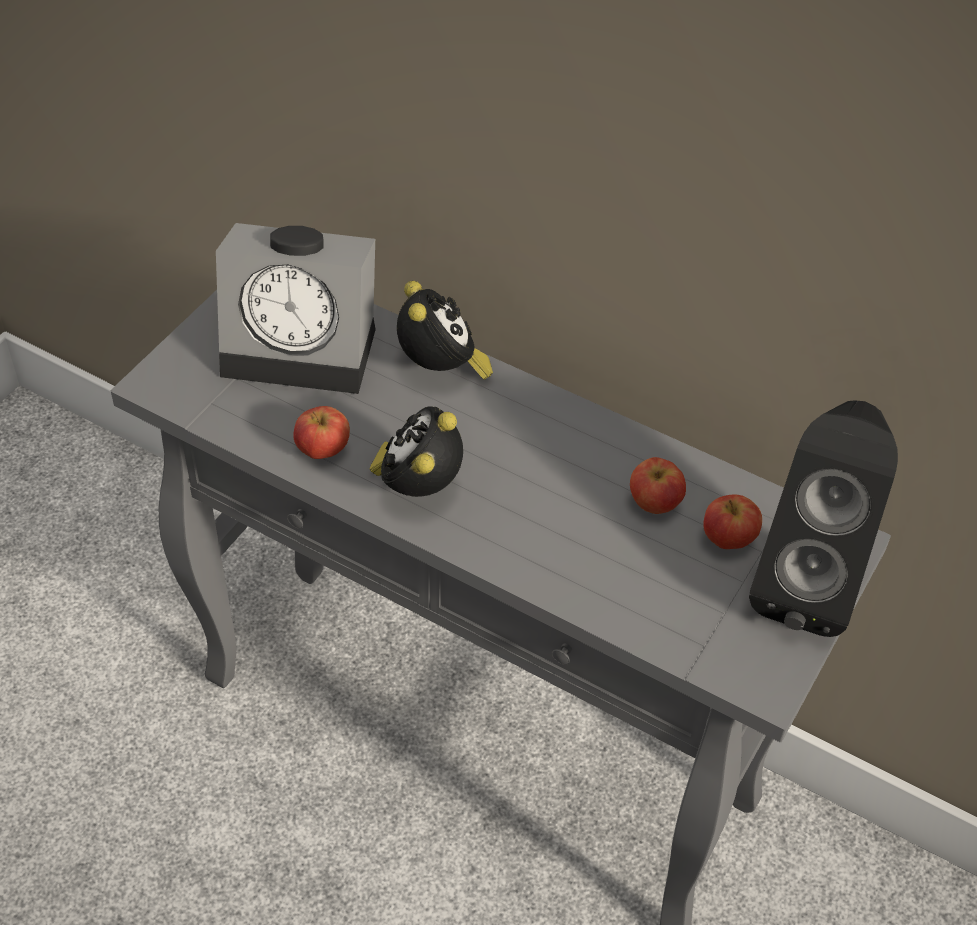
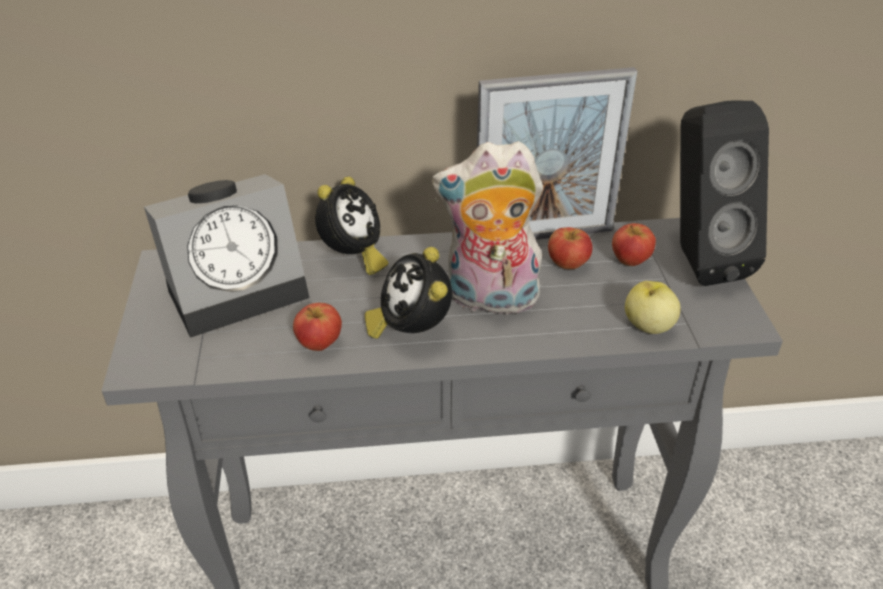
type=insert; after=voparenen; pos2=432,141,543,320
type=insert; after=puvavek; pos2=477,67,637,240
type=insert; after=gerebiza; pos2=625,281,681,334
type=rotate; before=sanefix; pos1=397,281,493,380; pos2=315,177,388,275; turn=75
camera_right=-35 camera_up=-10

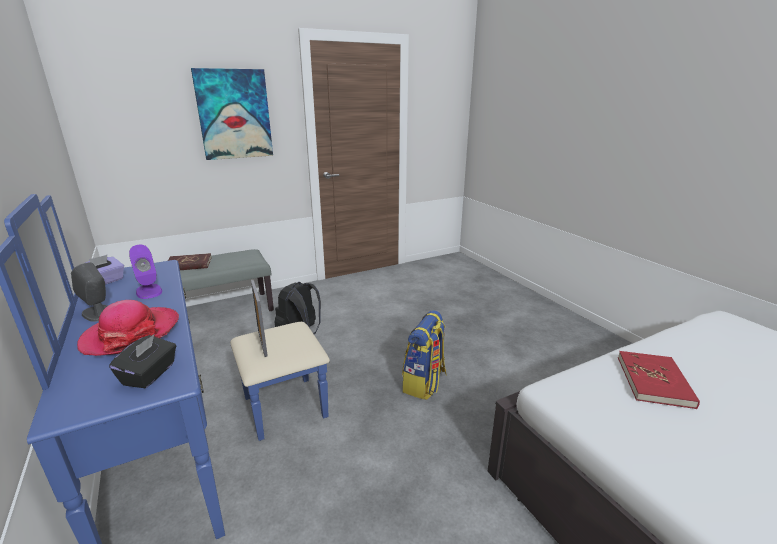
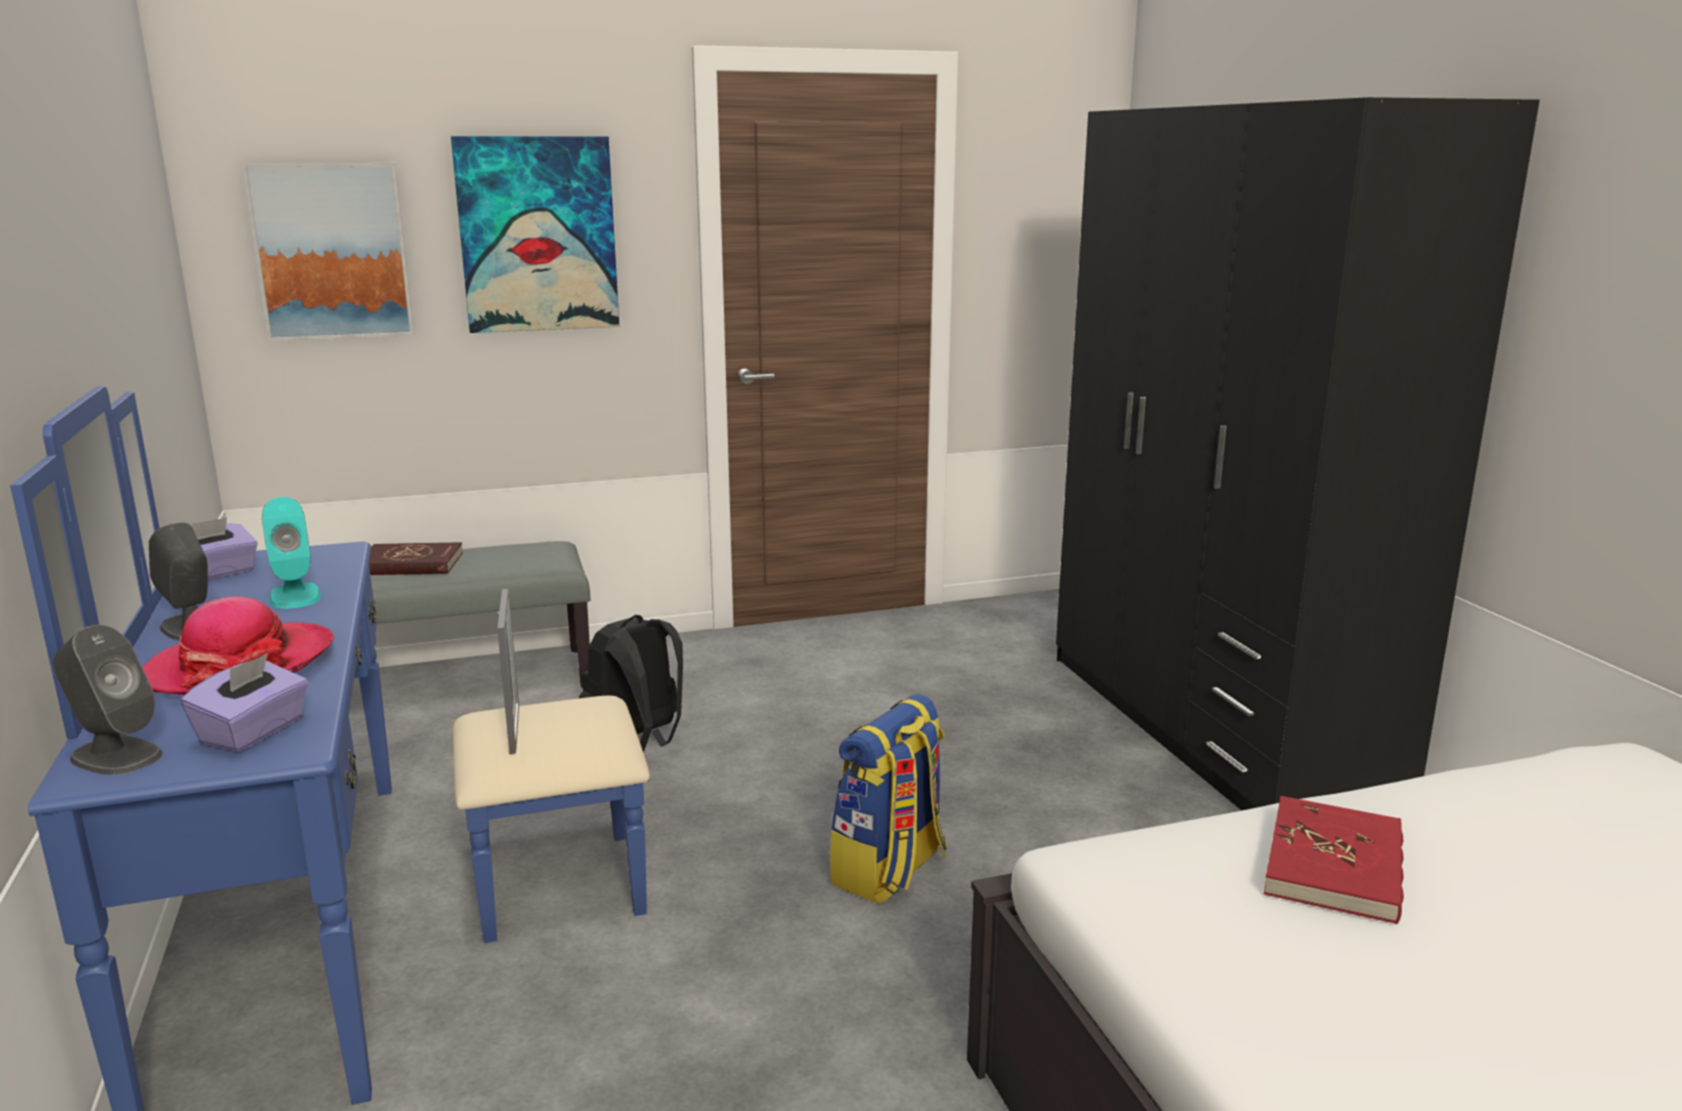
type=insert; after=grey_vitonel; pos2=53,625,163,775
type=insert; after=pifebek; pos2=242,163,414,341
type=insert; after=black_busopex; pos2=1056,97,1540,810
type=recolor; before=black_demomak; after=purple_demomak; pos1=109,335,176,388; pos2=180,653,308,752
type=recolor; before=purple_vitonel; after=turquoise_vitonel; pos1=129,245,162,299; pos2=262,497,321,609
camera_right=10 camera_up=-5

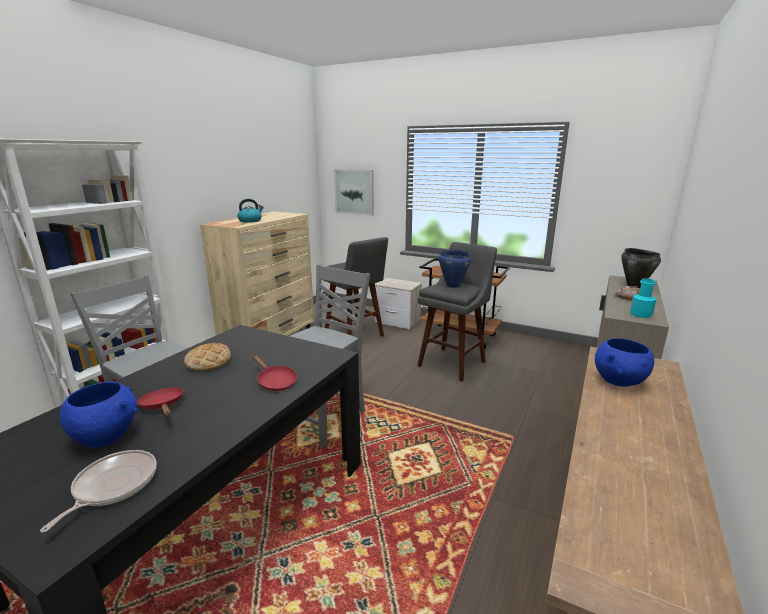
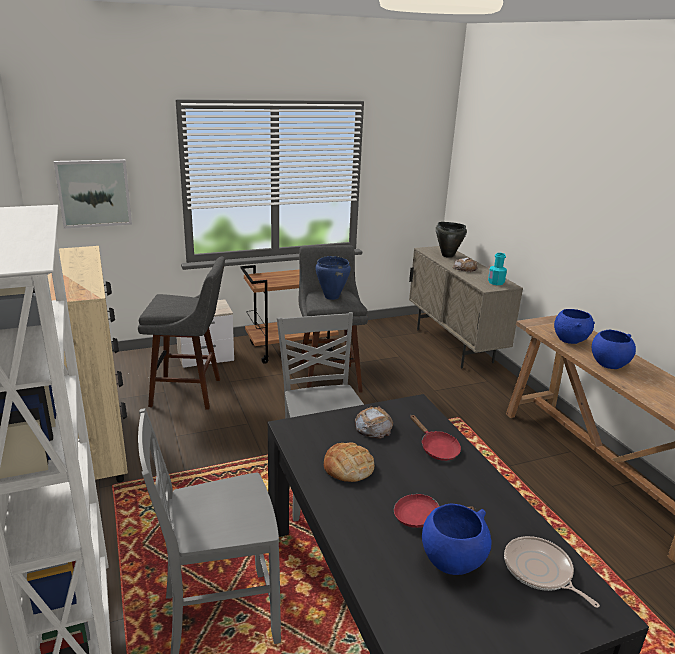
type=delete; before=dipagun; pos1=237,199,264,223
type=insert; after=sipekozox; pos2=355,406,393,439
type=insert; after=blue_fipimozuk; pos2=592,330,636,369
type=rotate; before=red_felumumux; pos1=252,354,297,391; pos2=410,415,461,461; turn=60
camera_right=-50 camera_up=5

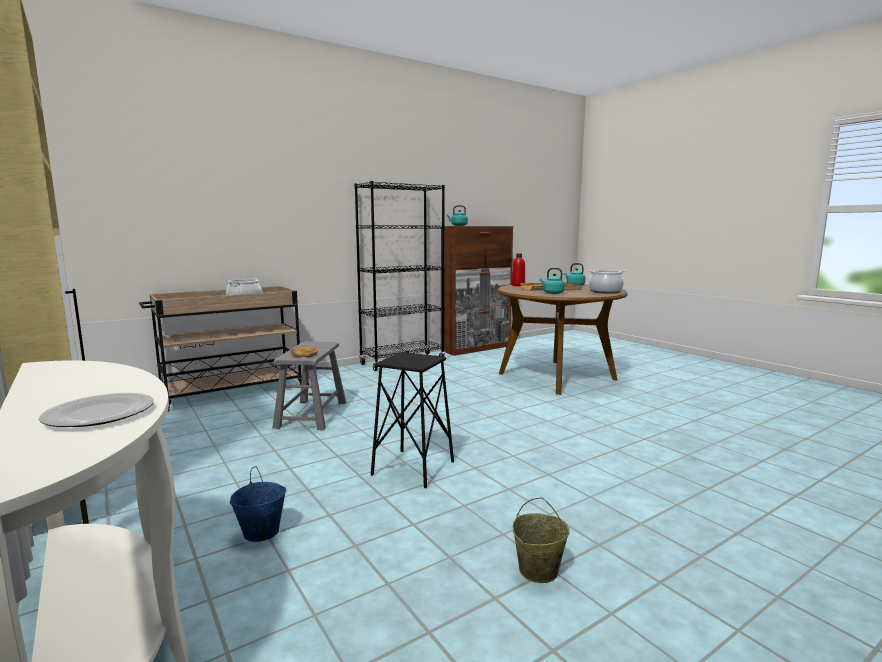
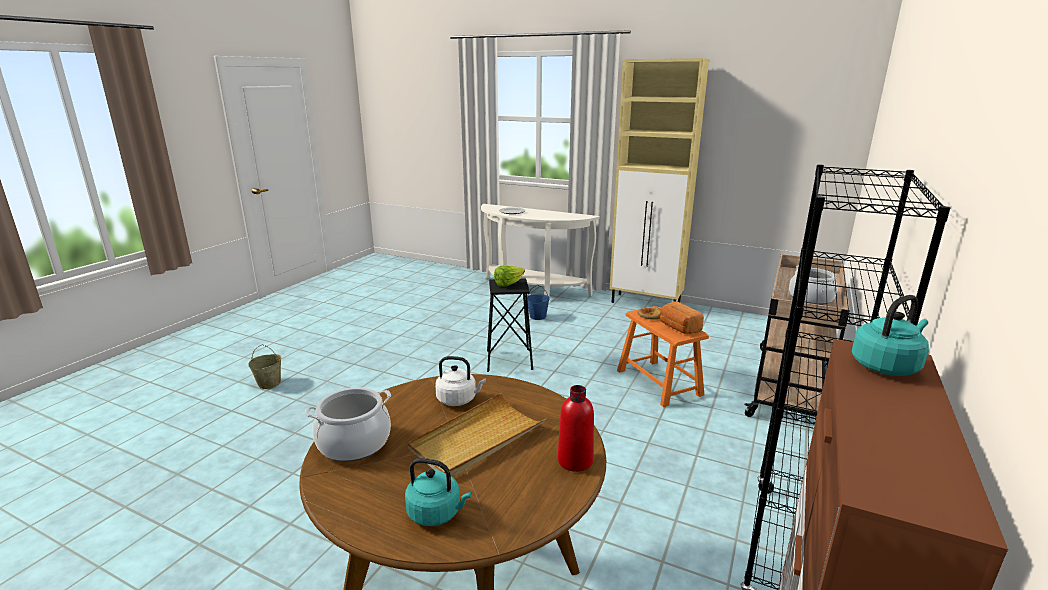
type=insert; after=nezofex; pos2=494,266,525,287
type=insert; after=sipekozox; pos2=660,301,704,334
type=move; before=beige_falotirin; pos1=513,497,570,583; pos2=248,344,281,389
type=recolor; before=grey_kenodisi; after=orange_kenodisi; pos1=272,341,346,430; pos2=617,306,709,407
type=recolor; before=turquoise_dipagun; after=white_dipagun; pos1=540,268,565,294; pos2=435,356,486,406
camera_right=150 camera_up=10

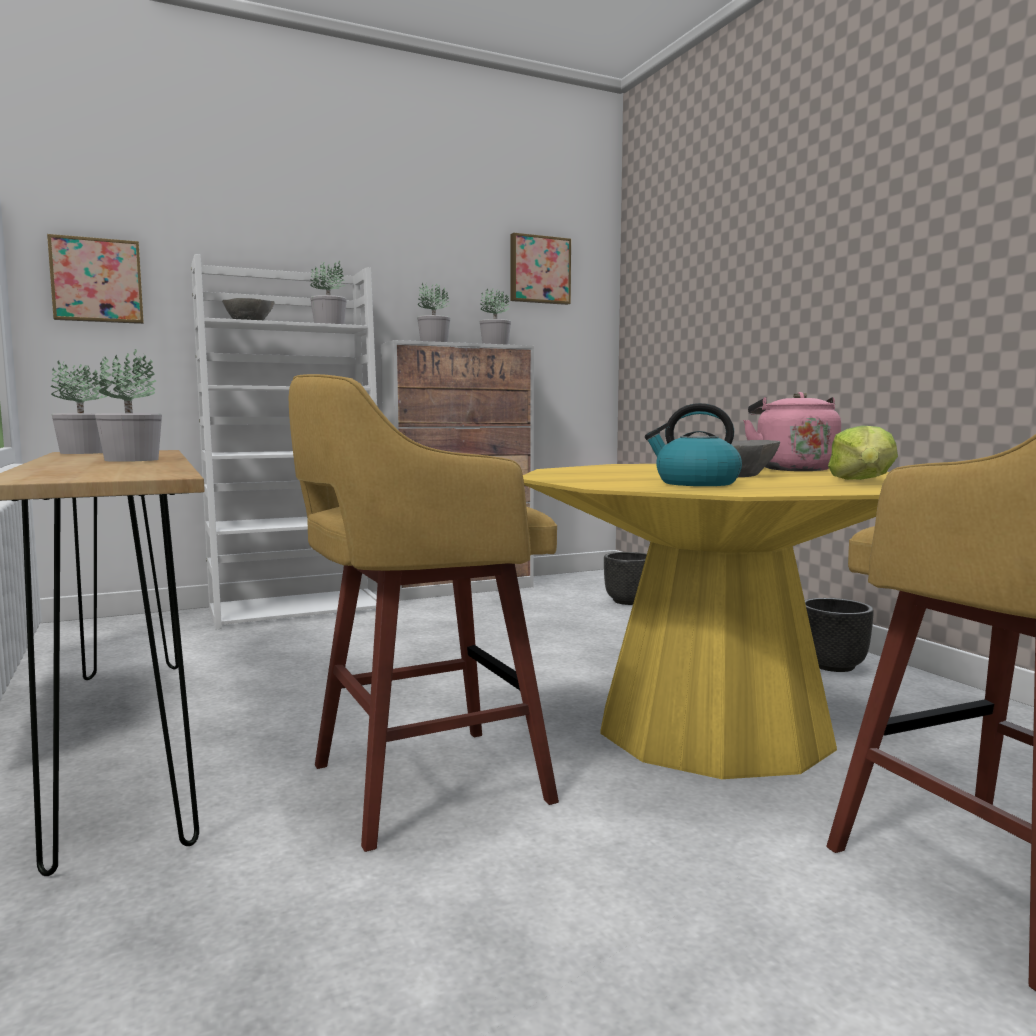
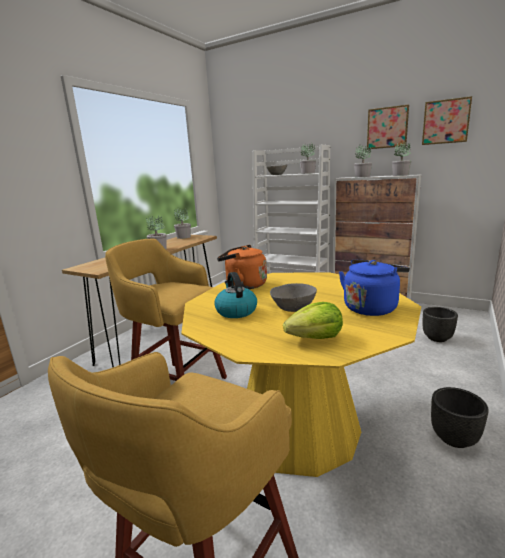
type=insert; after=orange_dipagun; pos2=217,245,267,289
type=move; before=pifebek; pos1=47,234,144,324; pos2=367,105,409,149
type=recolor; before=pink_dipagun; after=blue_dipagun; pos1=743,392,841,471; pos2=339,260,410,316
camera_right=55 camera_up=10

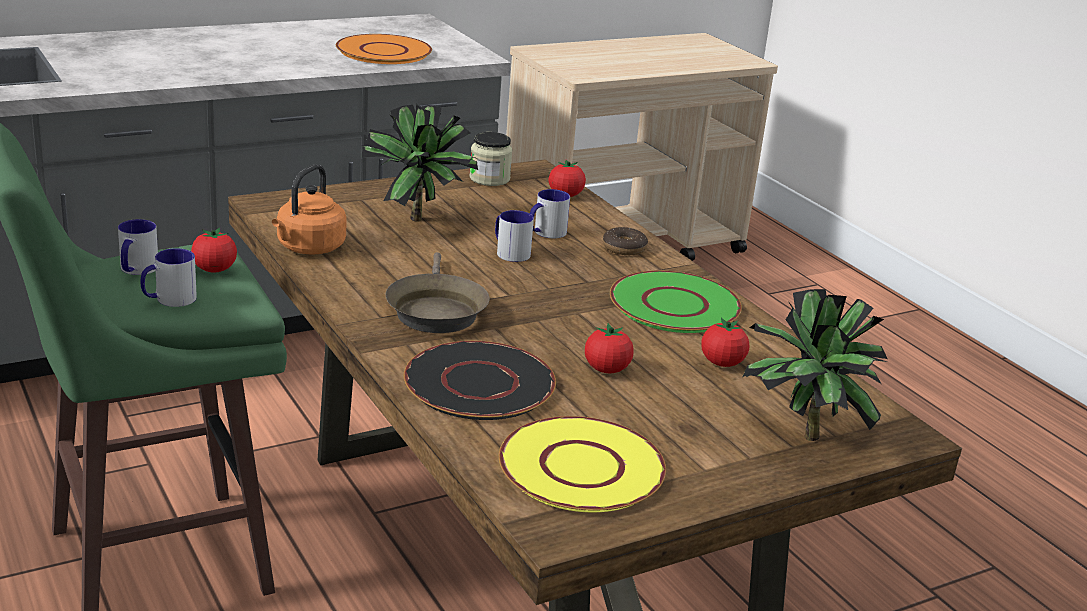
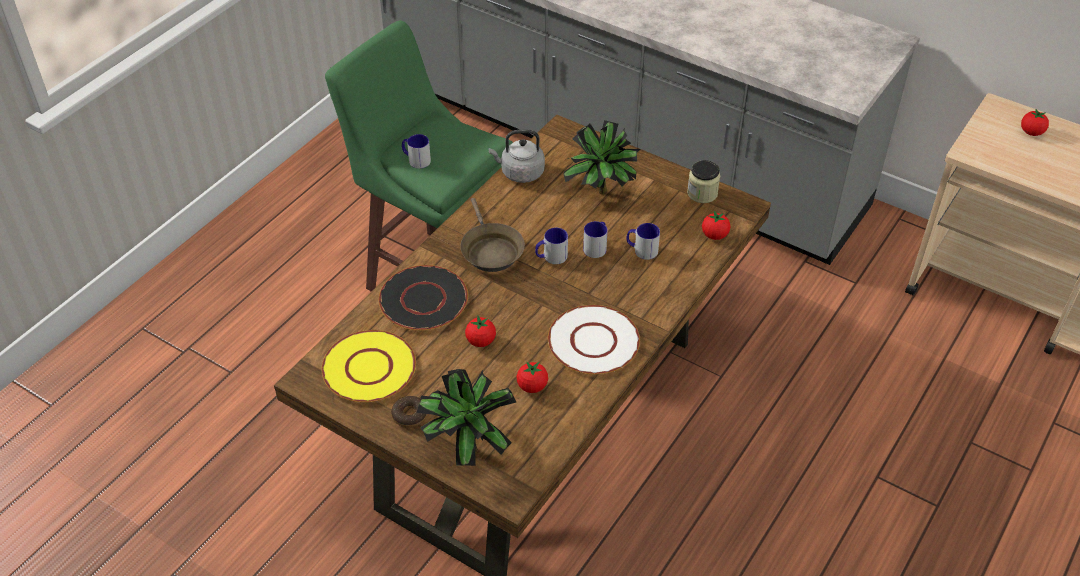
type=delete; before=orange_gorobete; pos1=336,34,432,64
type=move; before=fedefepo; pos1=118,219,158,275; pos2=535,228,568,264
type=move; before=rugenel; pos1=191,227,237,272; pos2=1021,109,1049,136
type=move; before=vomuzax; pos1=603,227,648,255; pos2=391,396,427,428
type=recolor; before=orange_dipagun; after=grey_dipagun; pos1=272,164,347,255; pos2=488,130,545,183
type=recolor; before=green_gorobete; after=white_gorobete; pos1=610,271,742,333; pos2=548,305,640,374
type=rotate; before=brown_felumumux; pos1=385,252,490,333; pos2=460,198,525,272; turn=-75
camera_right=65 camera_up=20

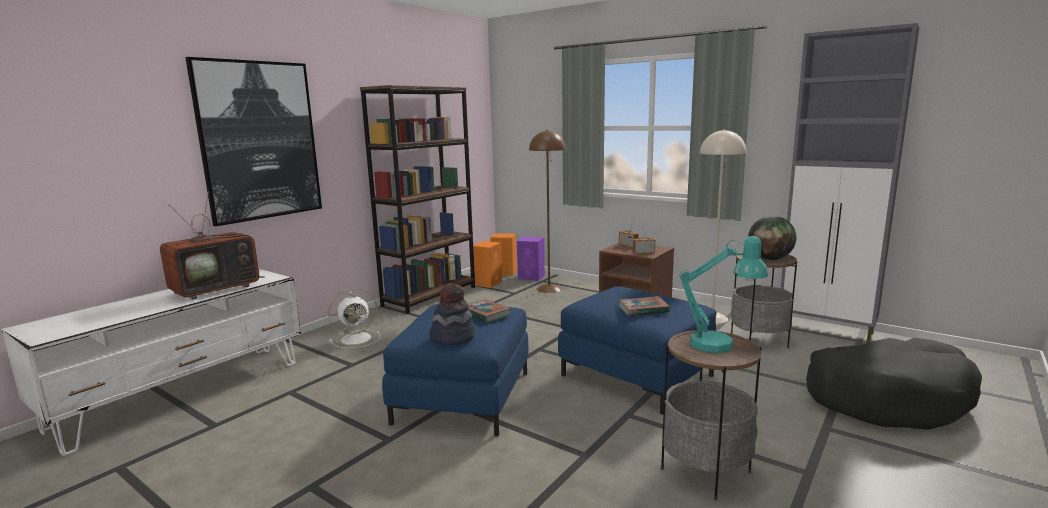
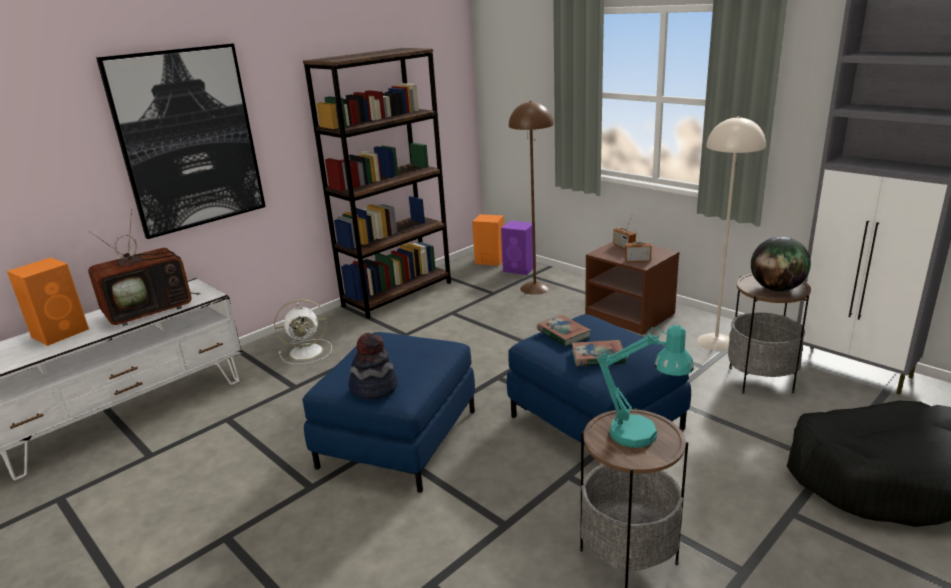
type=move; before=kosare; pos1=468,299,511,323; pos2=537,315,591,346
type=move; before=orange_vitonel; pos1=473,241,502,288; pos2=7,257,89,346
camera_right=10 camera_up=10

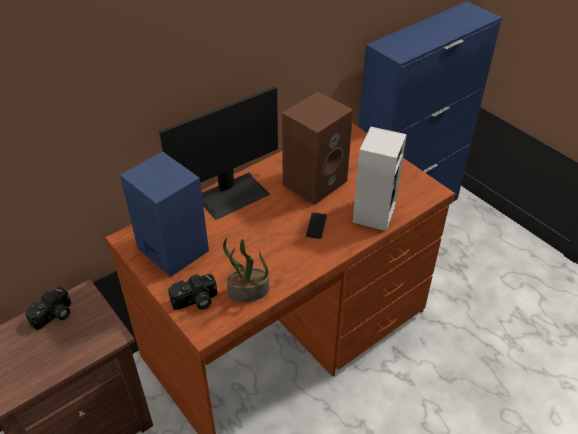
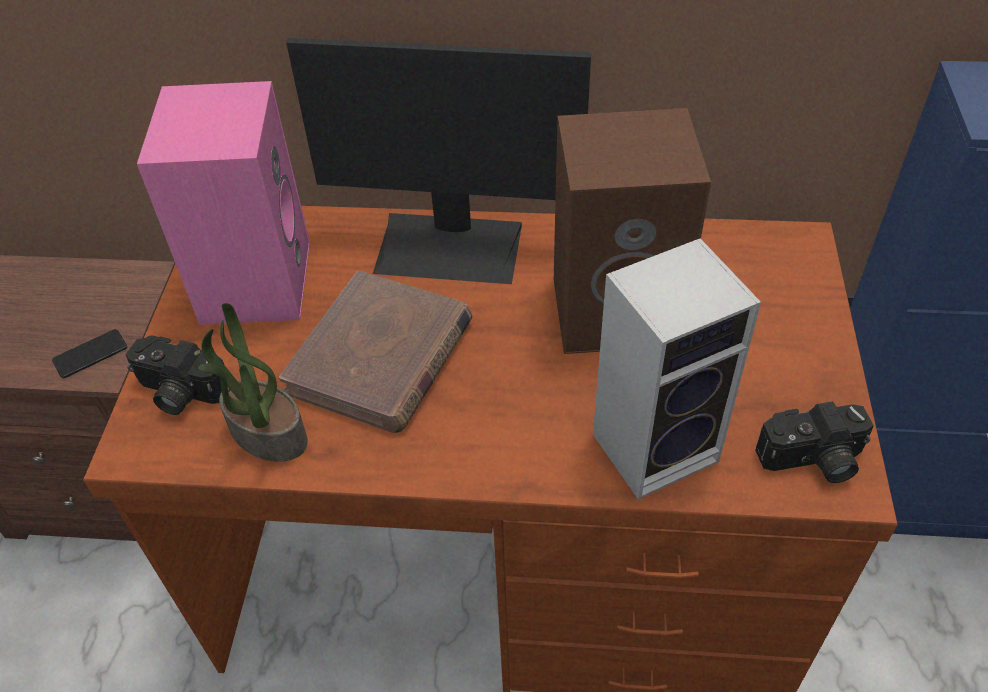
type=insert; after=brown_kosare; pos2=279,271,473,433
type=move; before=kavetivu; pos1=25,286,71,330; pos2=755,401,874,483
type=move; before=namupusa; pos1=306,212,327,239; pos2=52,329,127,378
type=recolor; before=blue_vitonel; after=pink_vitonel; pos1=120,152,209,277; pos2=137,81,310,325
camera_right=45 camera_up=5

